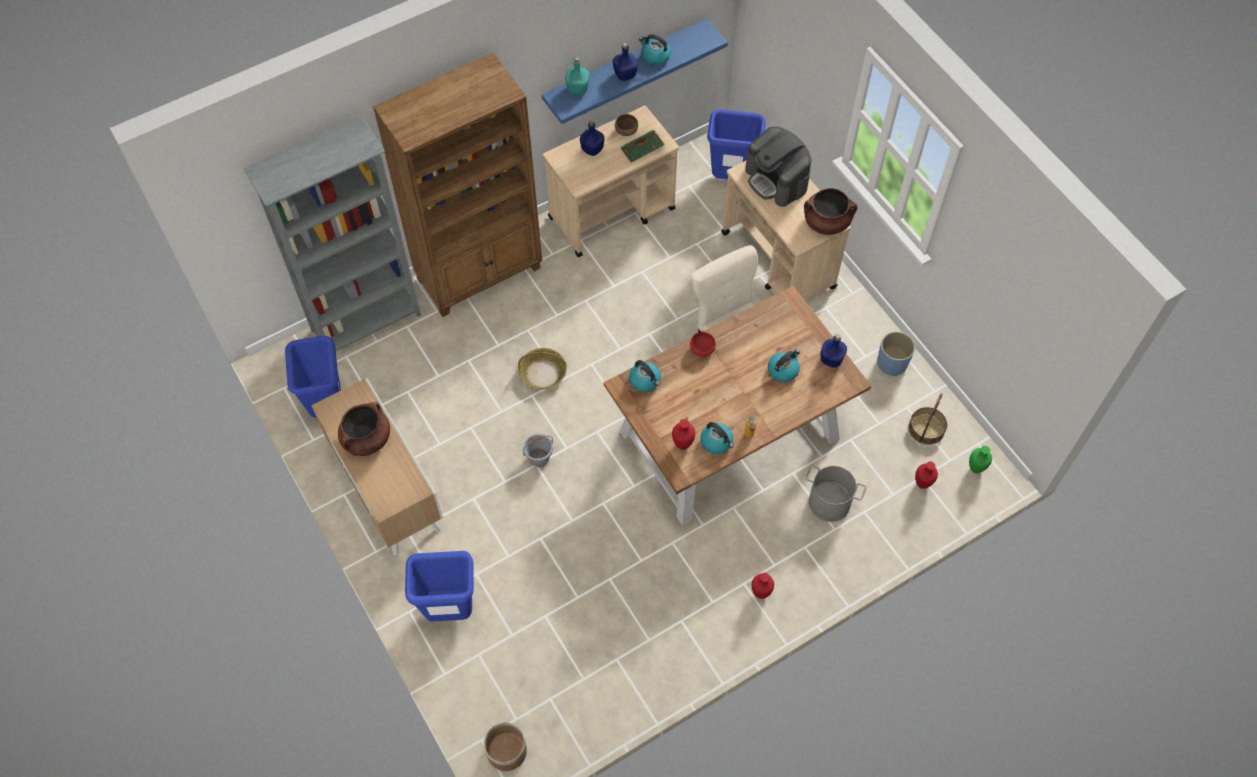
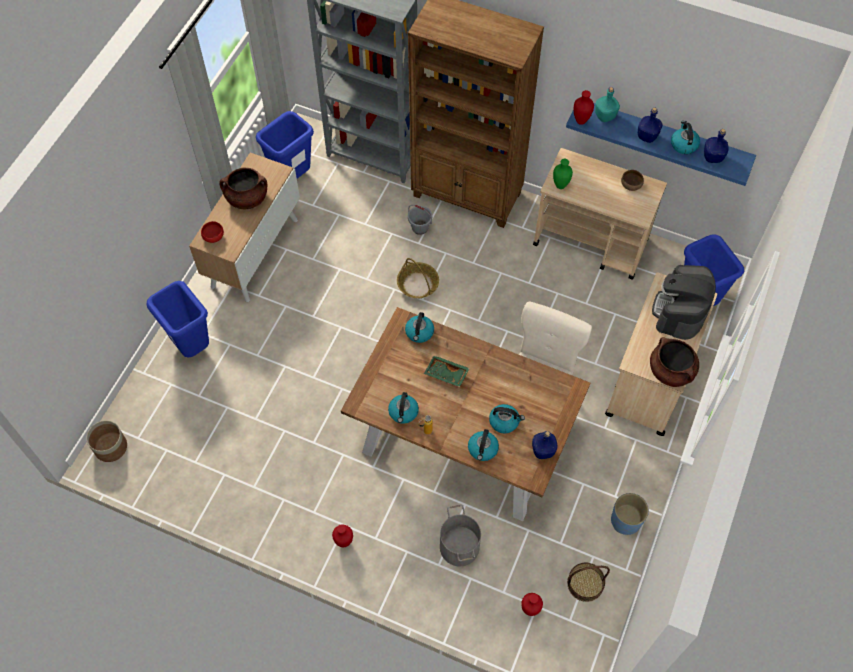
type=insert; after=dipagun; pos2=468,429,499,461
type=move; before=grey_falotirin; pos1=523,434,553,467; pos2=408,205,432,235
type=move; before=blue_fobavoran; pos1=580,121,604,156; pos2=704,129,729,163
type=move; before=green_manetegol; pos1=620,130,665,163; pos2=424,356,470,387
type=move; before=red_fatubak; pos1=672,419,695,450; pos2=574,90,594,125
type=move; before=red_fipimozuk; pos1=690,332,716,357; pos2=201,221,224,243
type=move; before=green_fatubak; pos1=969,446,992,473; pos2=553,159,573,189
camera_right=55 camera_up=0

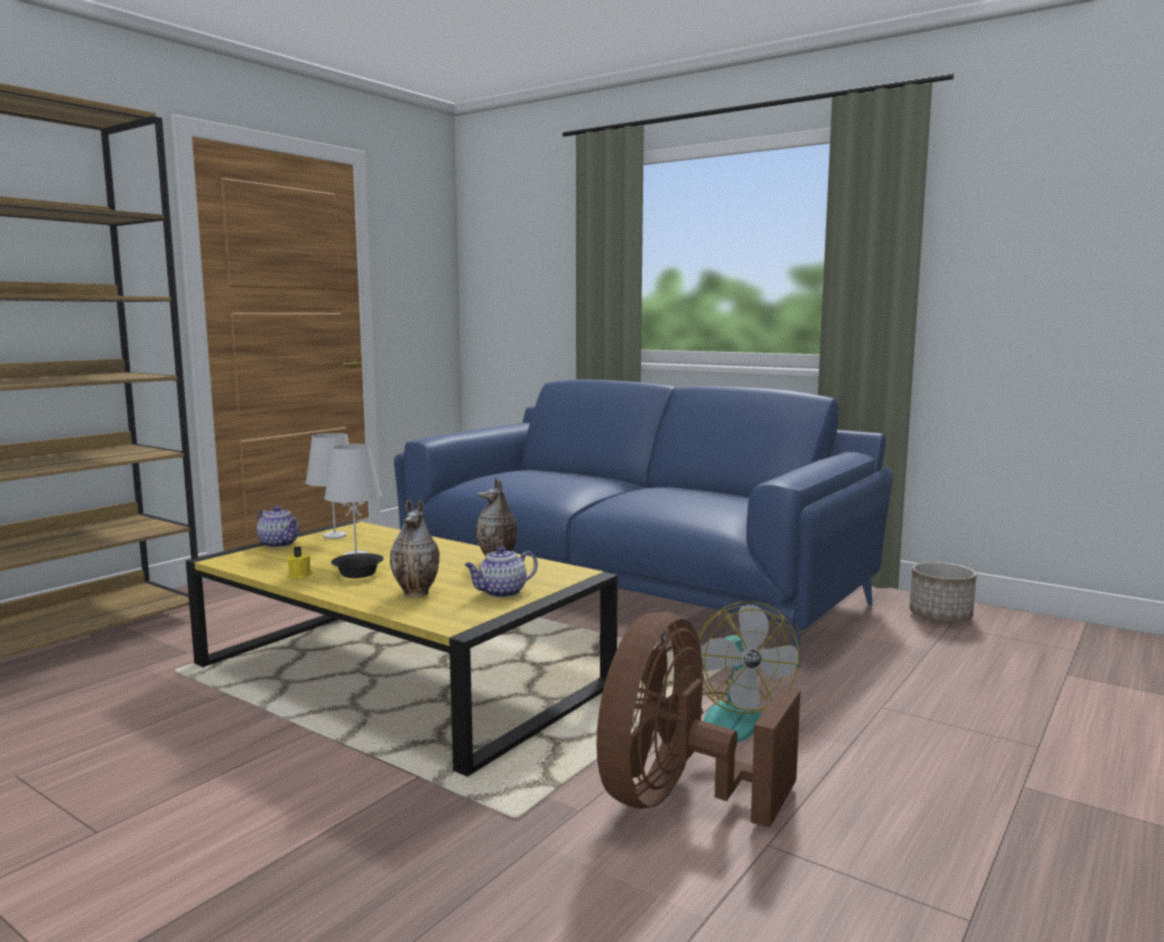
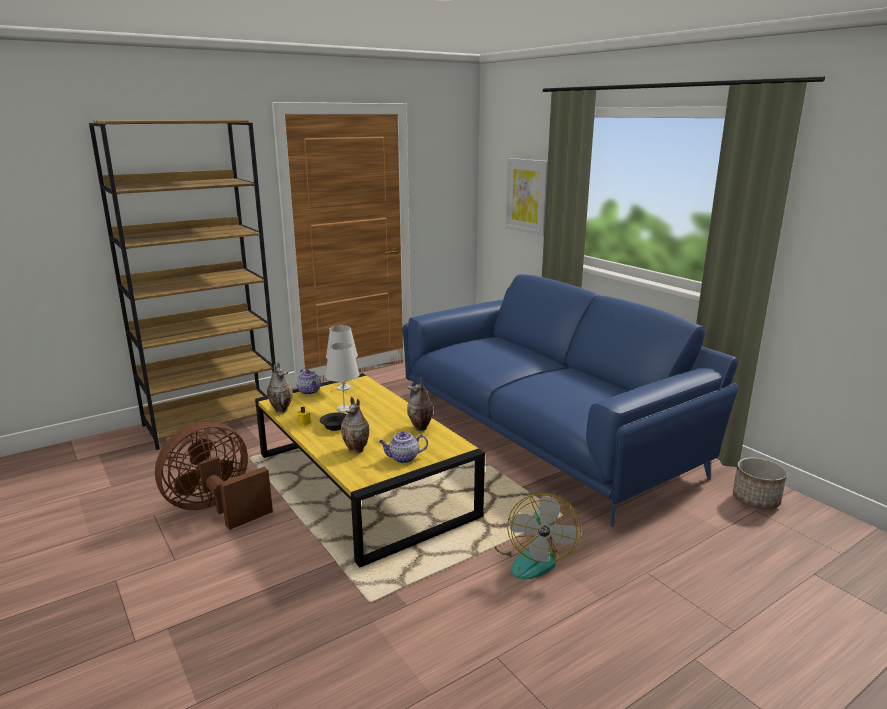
type=insert; after=fatubak; pos2=267,362,293,413
type=insert; after=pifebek; pos2=505,158,548,236
type=move; before=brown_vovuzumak; pos1=596,612,801,828; pos2=155,421,273,530
camera_right=20 camera_up=10

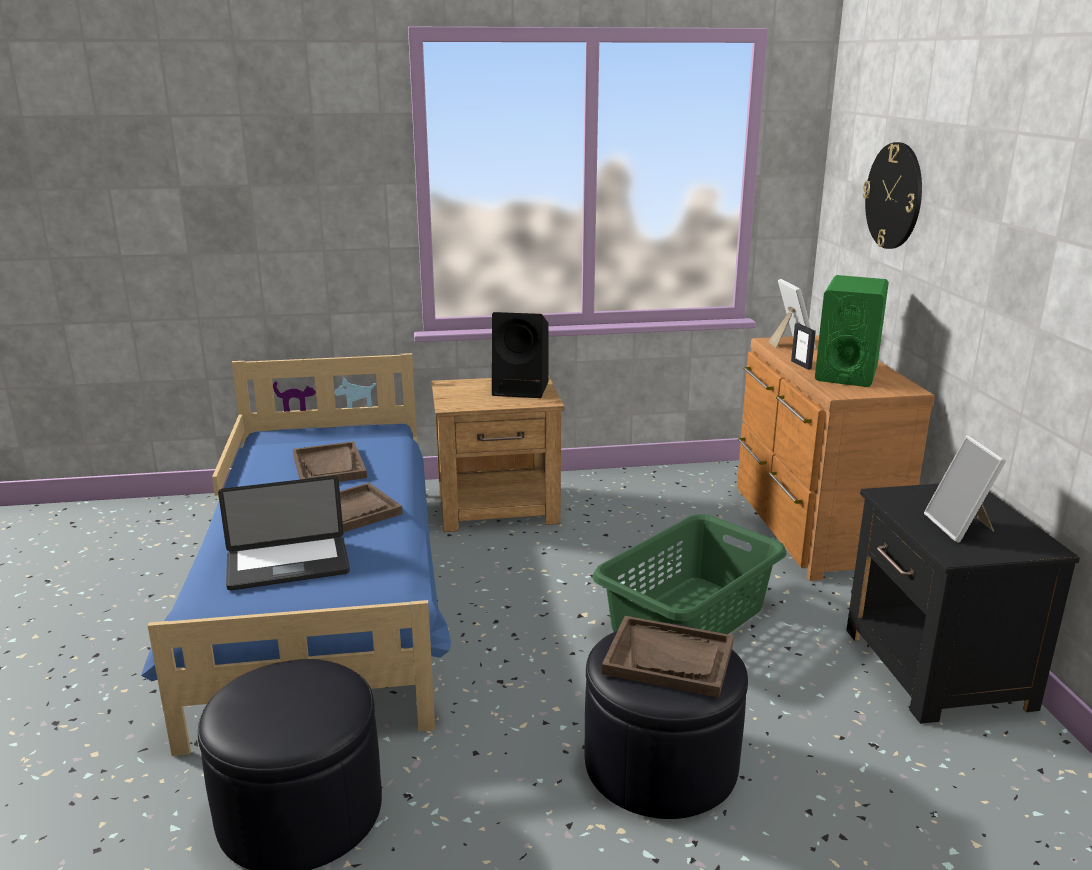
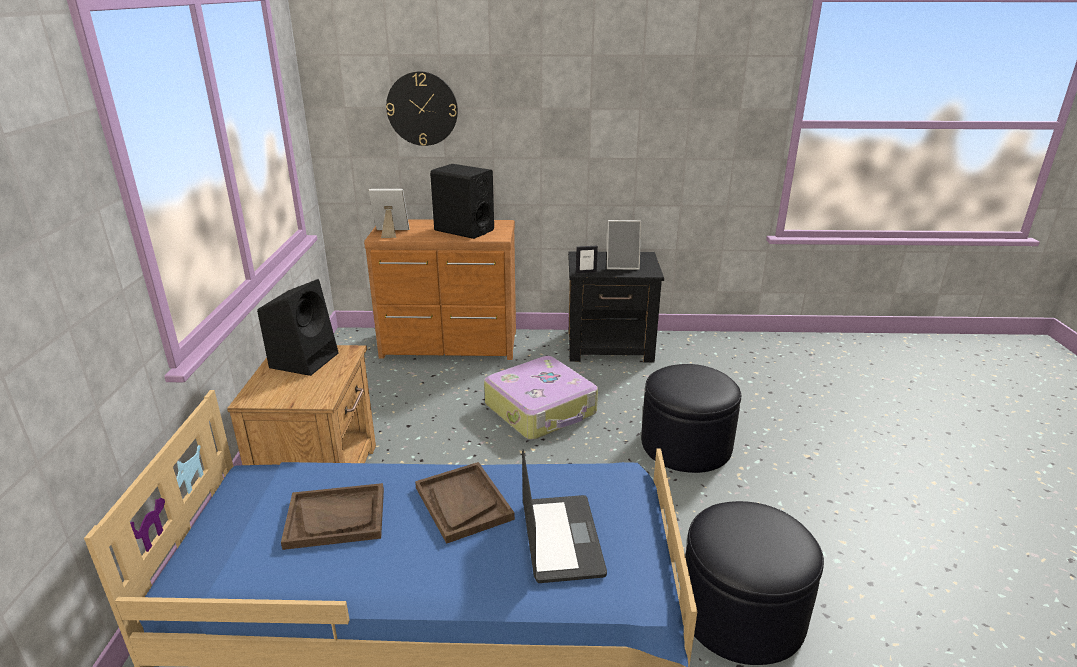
type=delete; before=brown_manetegol; pos1=602,616,734,698
type=move; before=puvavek; pos1=791,323,816,370; pos2=576,245,598,274
type=replace; before=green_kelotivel; after=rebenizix; pos1=592,514,787,634; pos2=484,356,598,440
type=recolor; before=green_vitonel; after=black_vitonel; pos1=815,275,889,387; pos2=430,164,494,239
camera_right=-80 camera_up=5

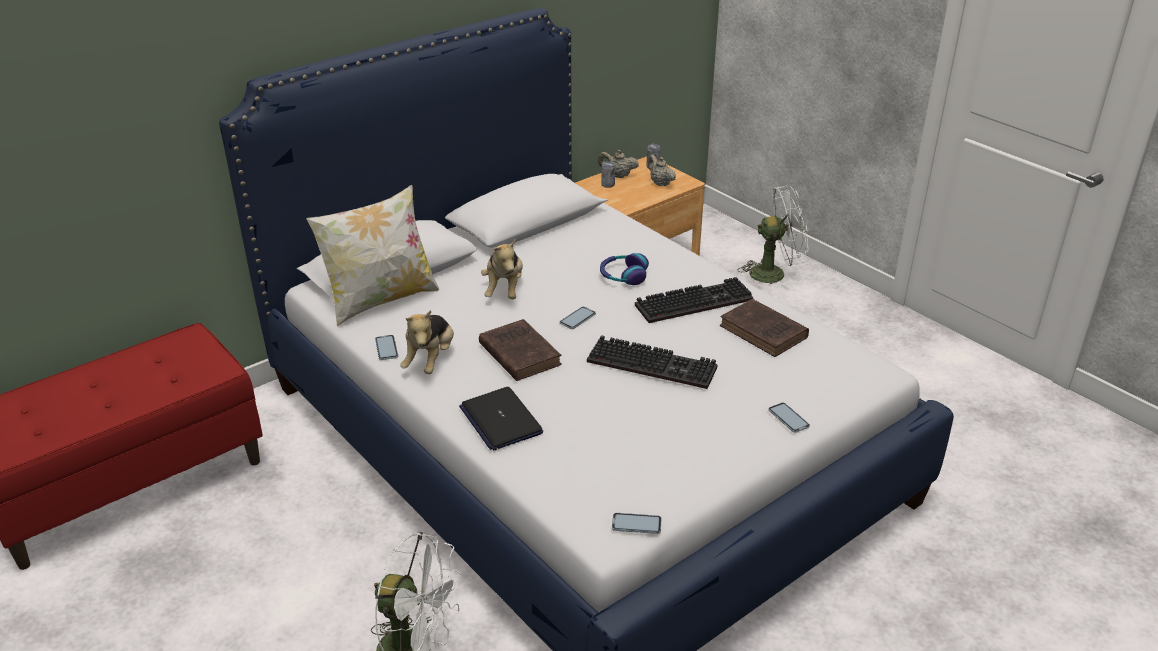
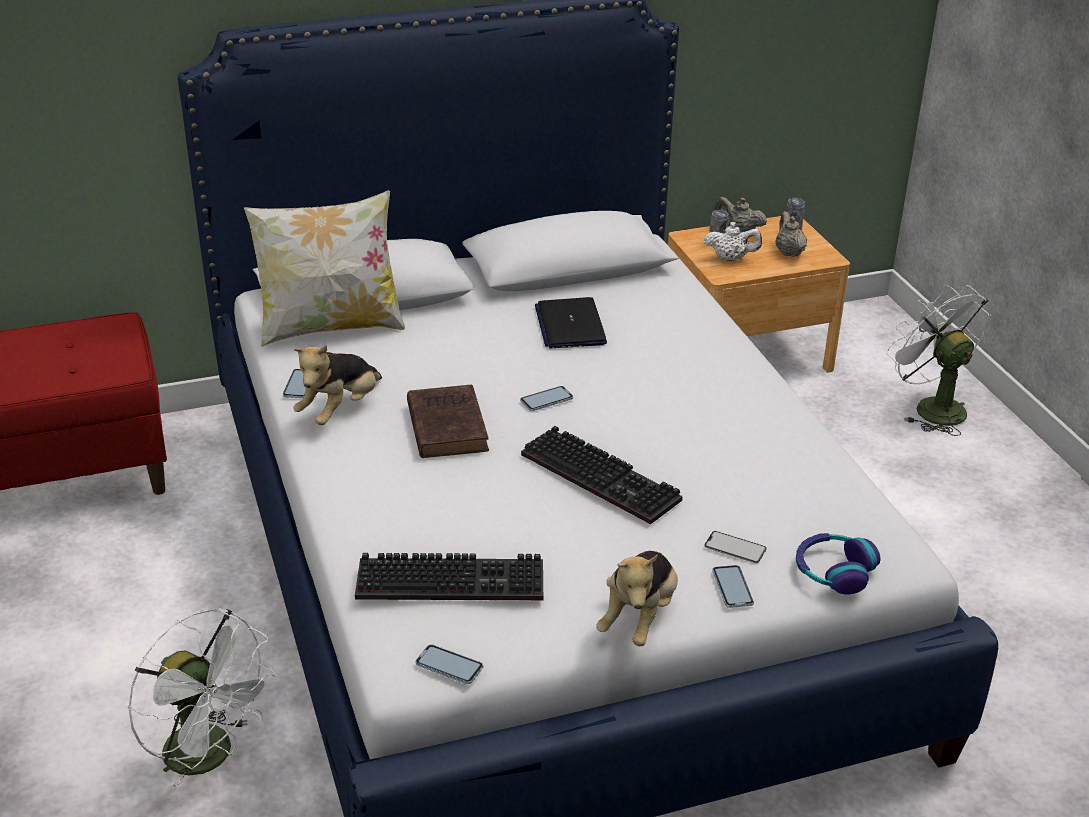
type=delete; before=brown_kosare; pos1=720,299,809,357
type=insert; after=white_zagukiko; pos2=704,222,762,261
type=insert; after=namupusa; pos2=704,531,766,564
type=move; before=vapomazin; pos1=459,387,543,450; pos2=535,297,607,348
type=move; before=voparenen; pos1=481,239,523,299; pos2=596,551,678,646
type=move; before=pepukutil; pos1=600,253,649,285; pos2=796,533,880,595
type=move; before=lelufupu; pos1=635,277,753,323; pos2=355,553,543,601
type=rotate; before=white_vovuzumak; pos1=738,186,808,290; pos2=886,285,991,436; turn=-135
camera_right=20 camera_up=0

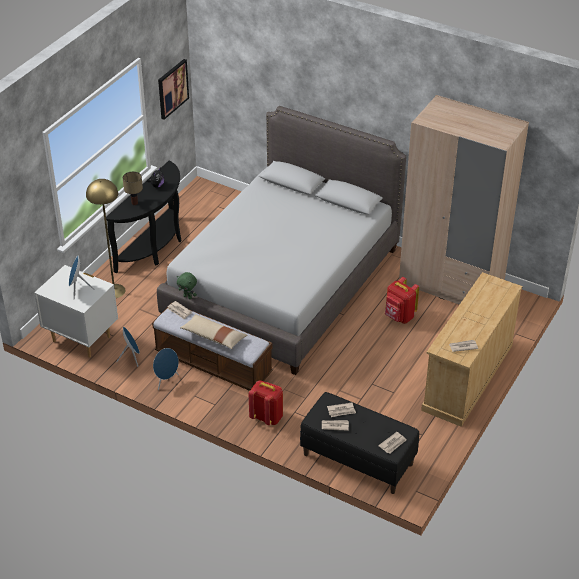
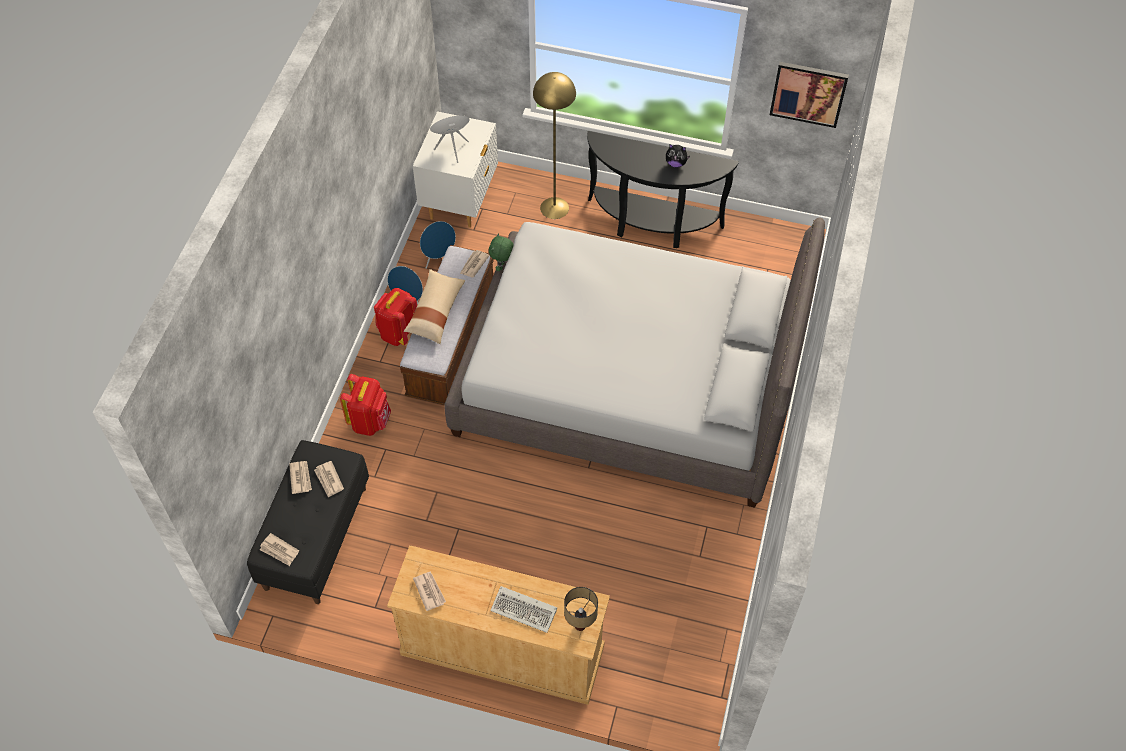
type=delete; before=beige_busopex; pos1=399,95,529,305
type=insert; after=lelufupu; pos2=490,586,557,633
type=move; before=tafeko; pos1=123,172,143,205; pos2=564,587,598,631
type=move; before=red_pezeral; pos1=385,277,419,324; pos2=374,288,417,346
camera_right=75 camera_up=15

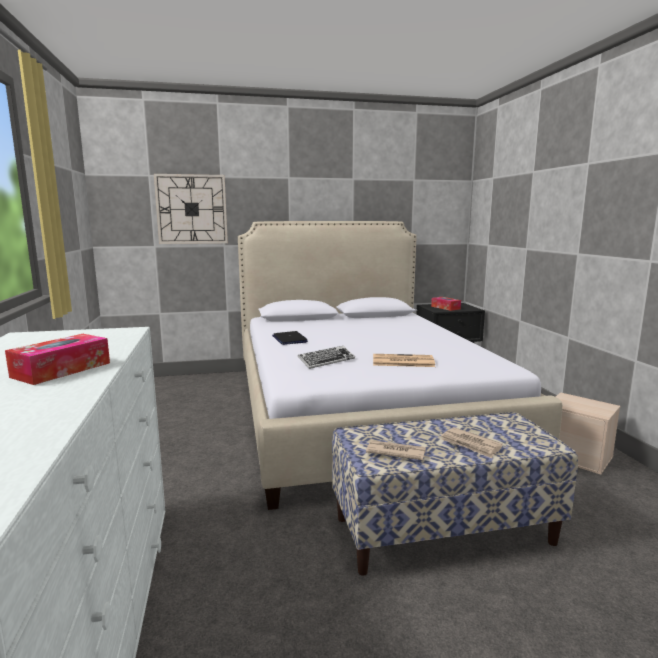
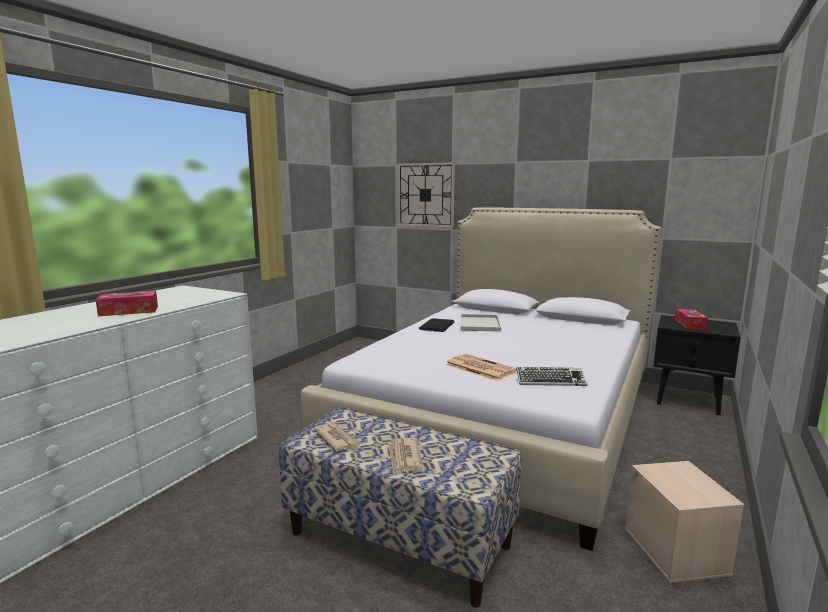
type=insert; after=white_manetegol; pos2=460,314,501,332
type=move; before=lelufupu; pos1=298,346,355,369; pos2=516,367,587,386
camera_right=40 camera_up=0

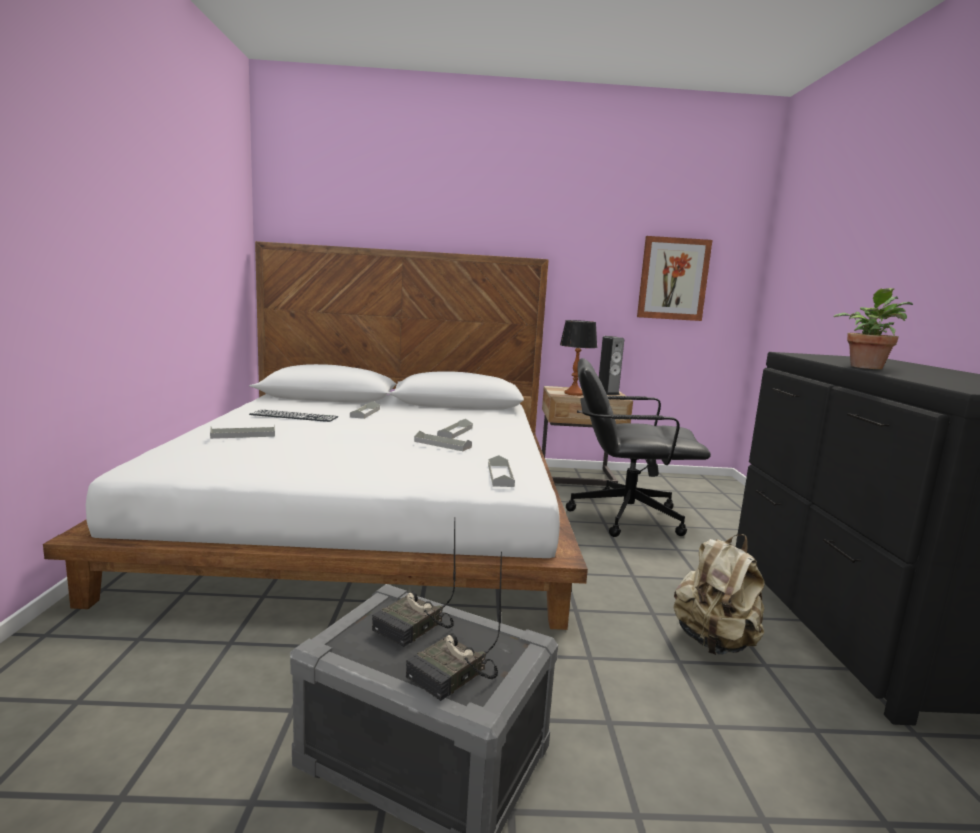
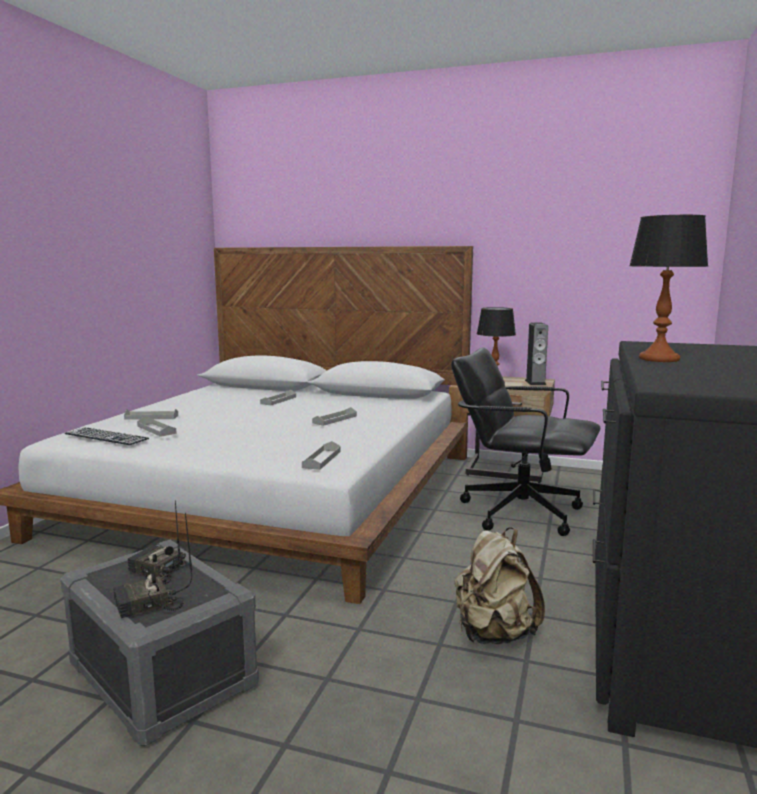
type=delete; before=pifebek; pos1=637,236,712,321
type=move; before=lelufupu; pos1=249,409,338,422; pos2=65,427,149,445
type=move; before=grey_manetegol; pos1=414,430,472,451; pos2=137,416,177,437
type=replace; before=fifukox; after=tafeko; pos1=833,288,913,369; pos2=629,215,708,362
type=rotate; before=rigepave; pos1=372,517,456,647; pos2=128,500,186,584; turn=60
camera_right=20 camera_up=0

